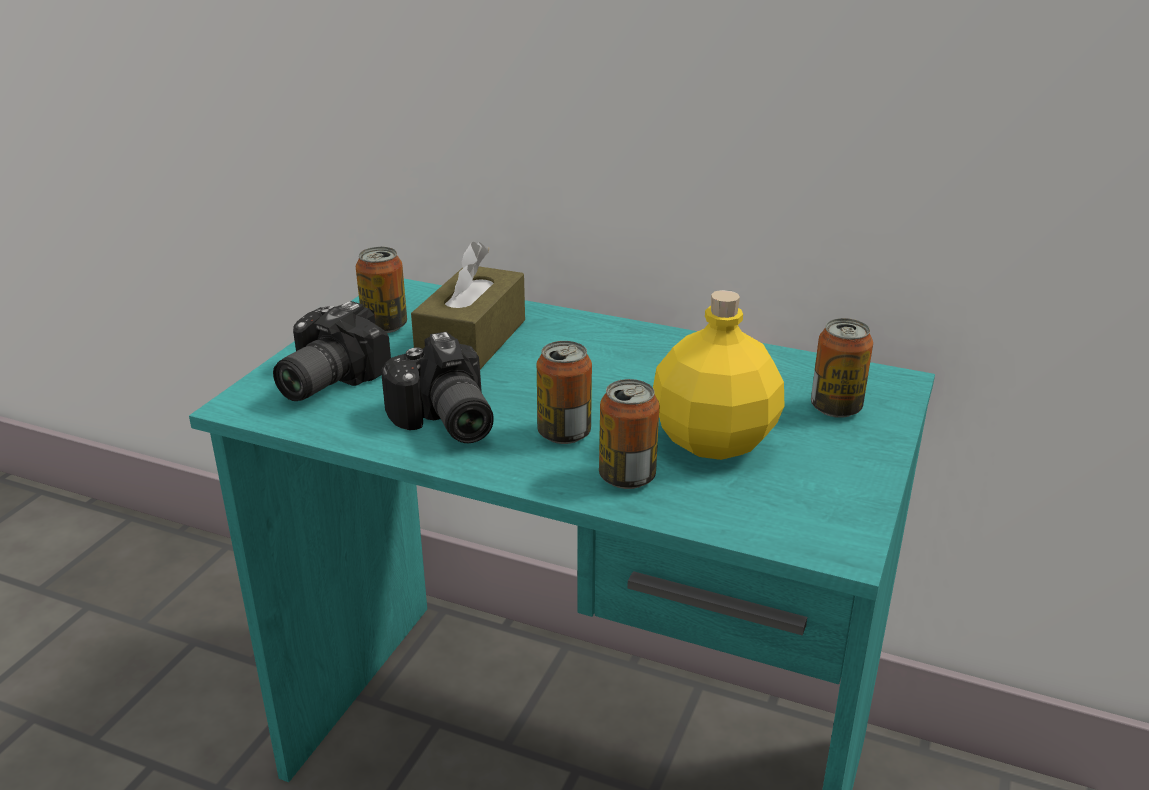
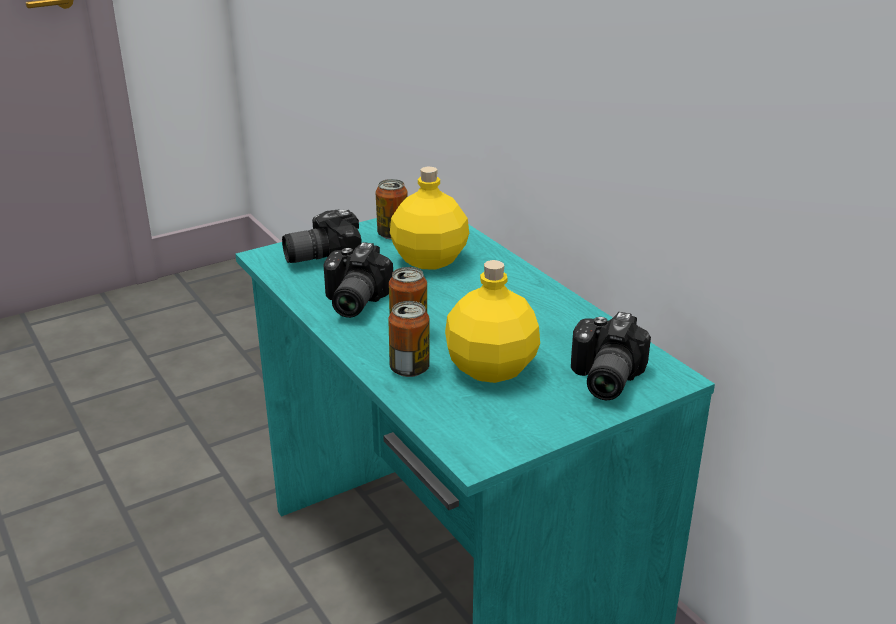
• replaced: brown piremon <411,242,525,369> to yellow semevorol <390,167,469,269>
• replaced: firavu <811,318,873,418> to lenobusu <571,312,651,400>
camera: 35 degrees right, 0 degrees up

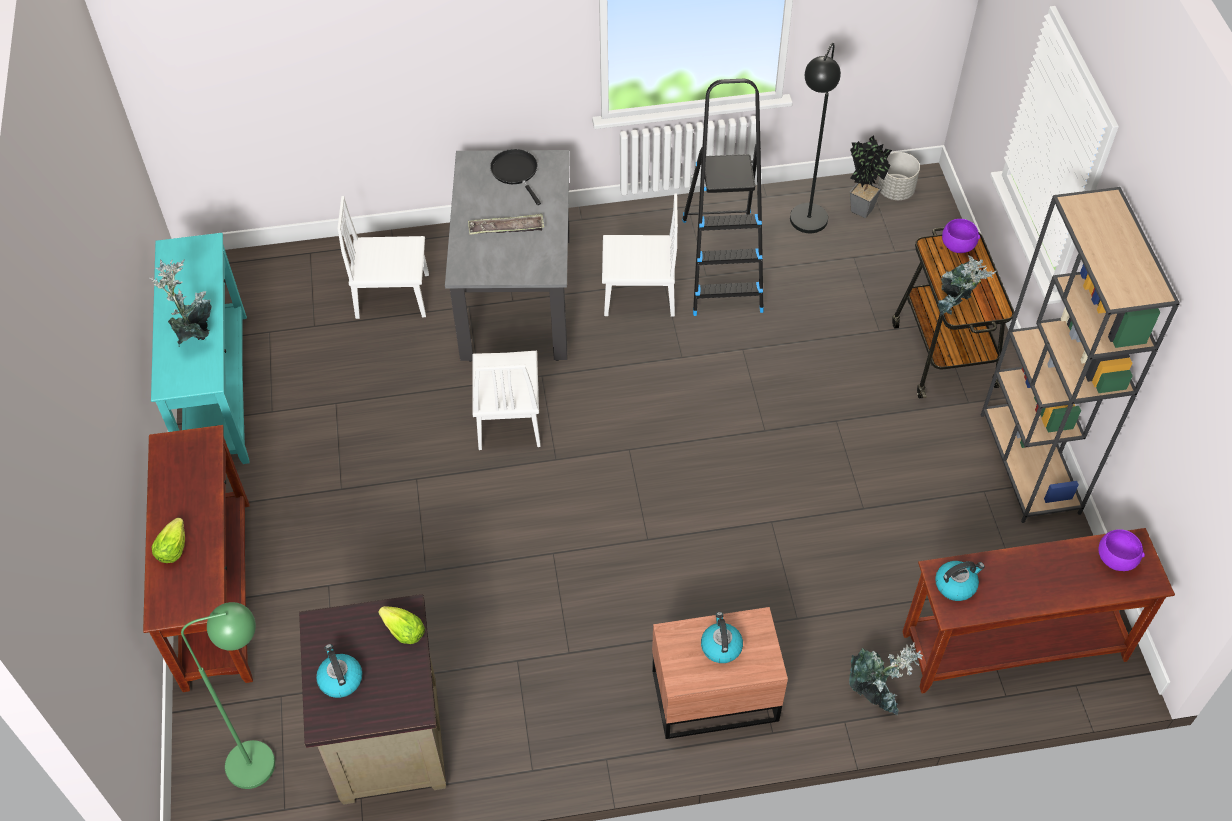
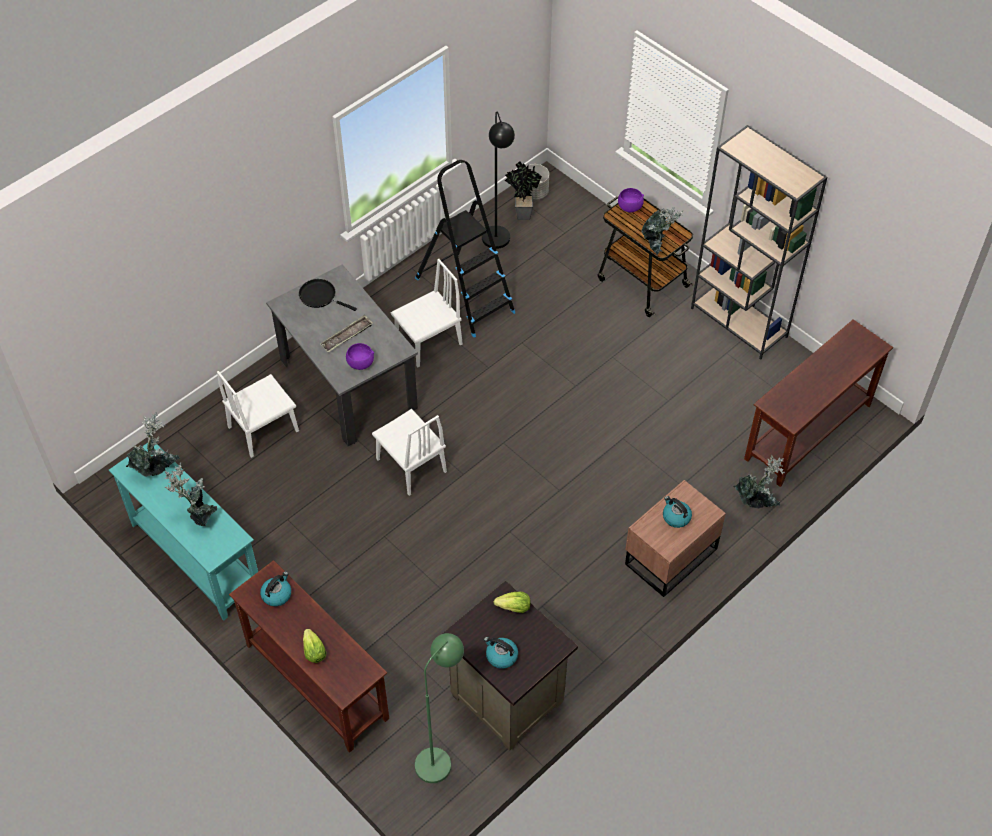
• added: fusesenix <126,412,179,477>
• moved: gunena <935,561,985,601> to <260,572,291,607>
• moved: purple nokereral <1098,529,1145,571> to <346,343,374,370>
camera: 35 degrees left, 0 degrees up

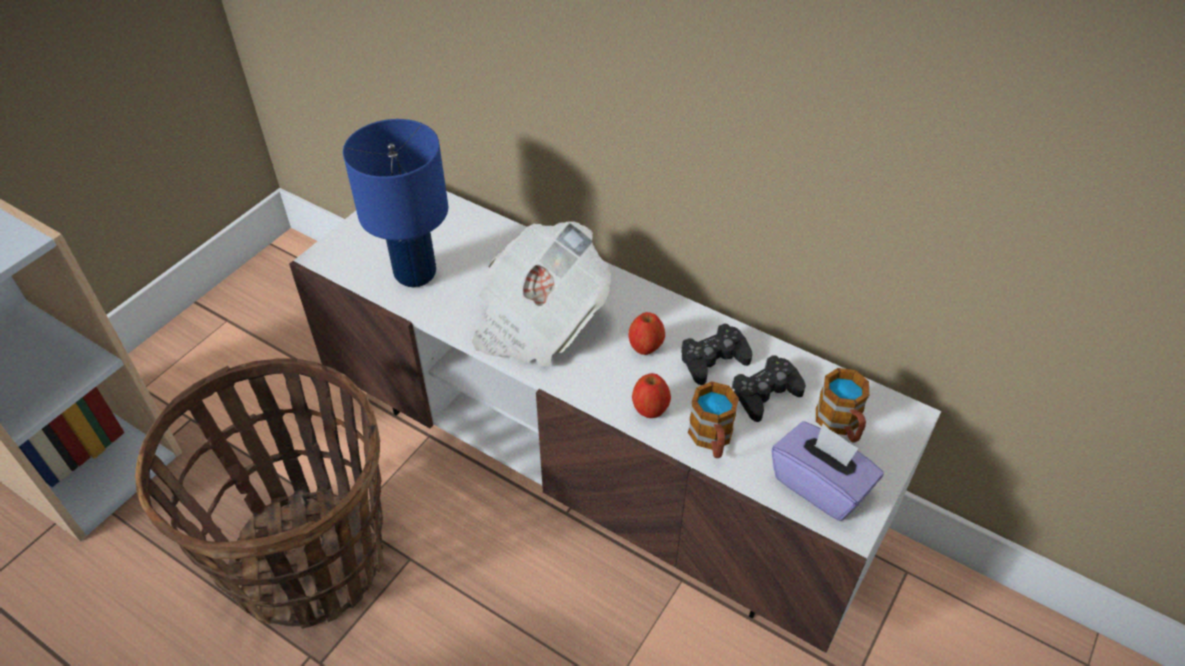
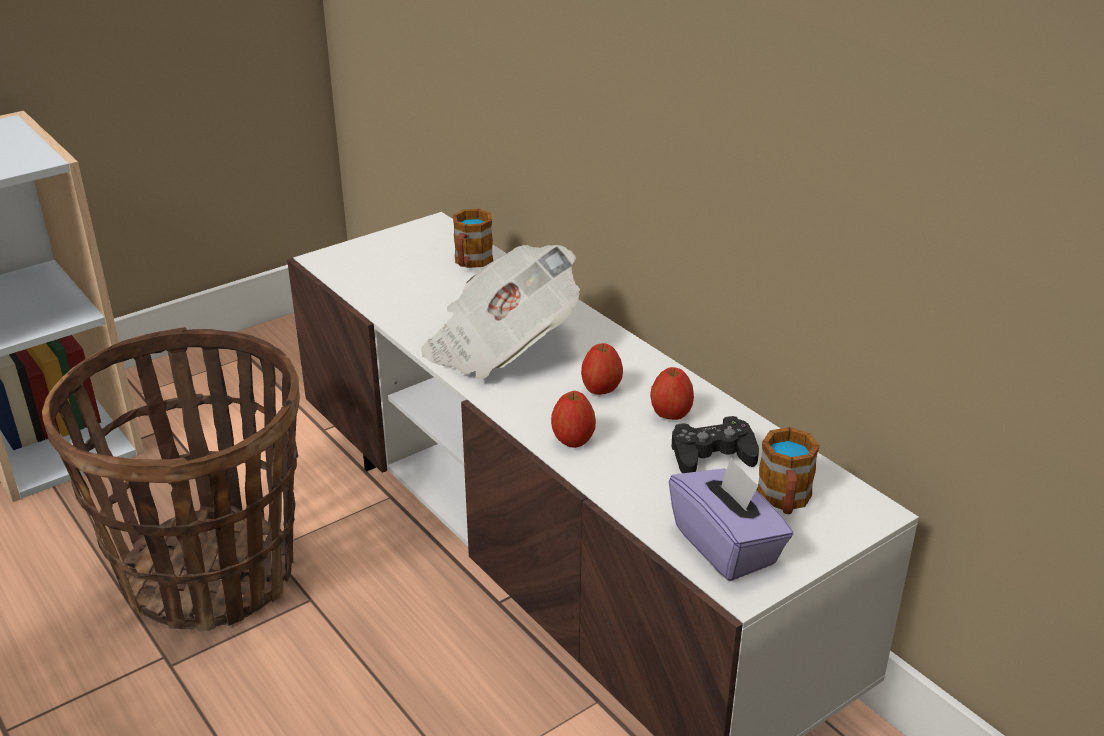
• moved: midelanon <688,381,739,458> to <453,209,493,268>
• replaced: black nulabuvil <681,323,752,385> to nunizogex <650,367,694,420>
• removed: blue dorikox <343,119,448,287>
camera: 20 degrees right, 15 degrees down

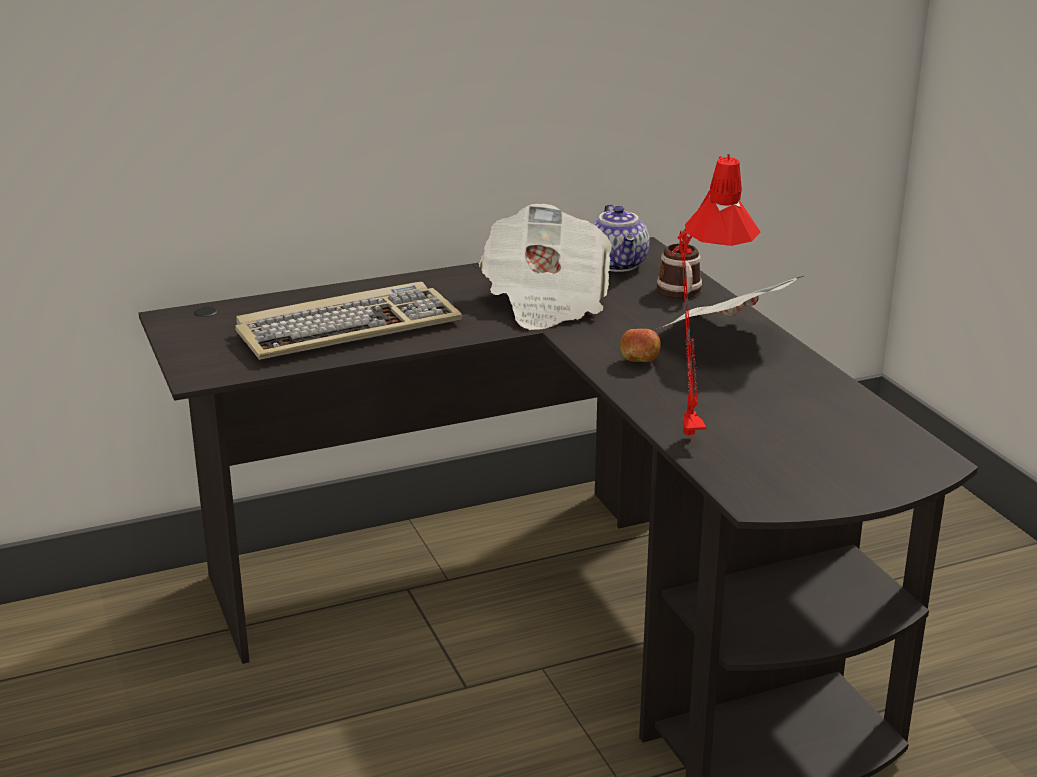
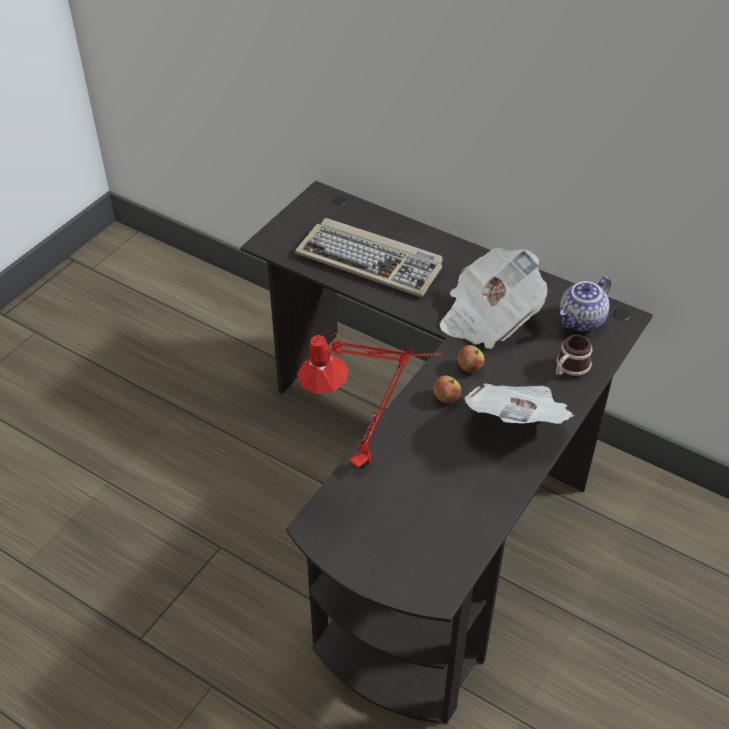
• added: nunizogex <458,345,484,373>
camera: 55 degrees right, 20 degrees up

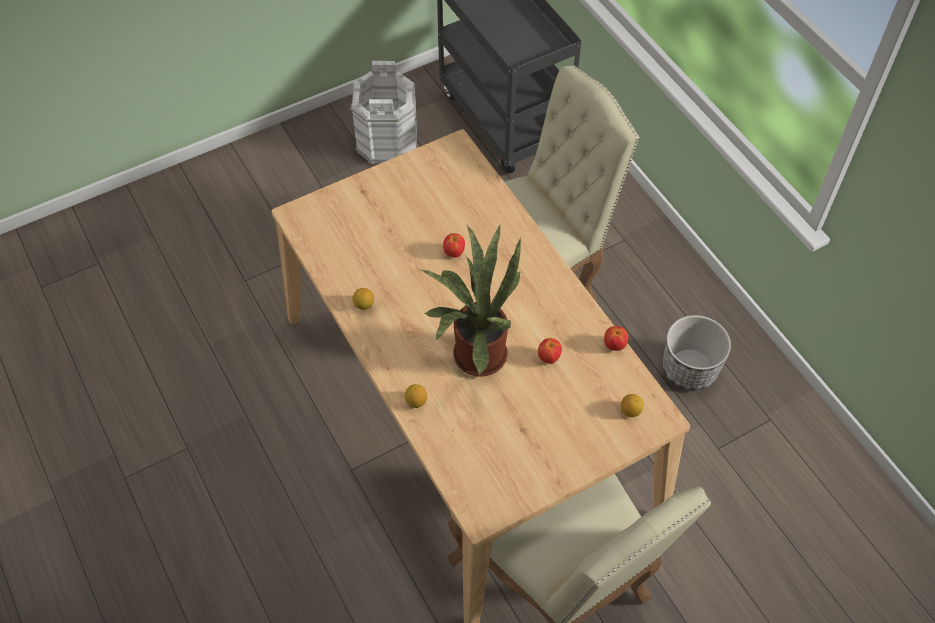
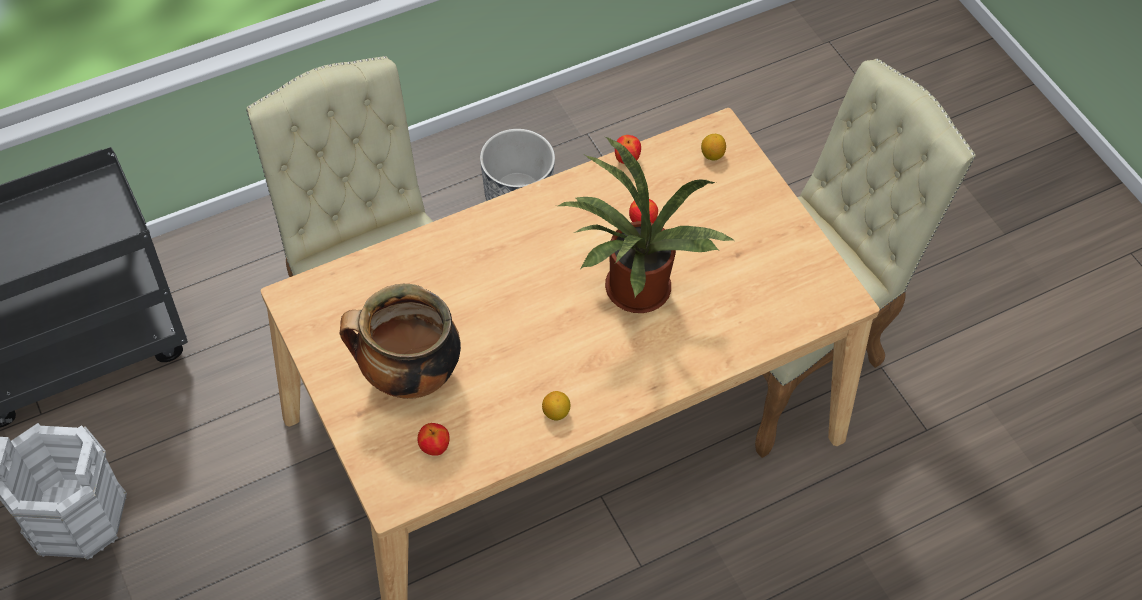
• added: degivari <340,284,461,399>
• moved: nunizogex <443,233,465,257> to <418,423,450,456>
• removed: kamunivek <405,384,427,408>
camera: 90 degrees left, 0 degrees up

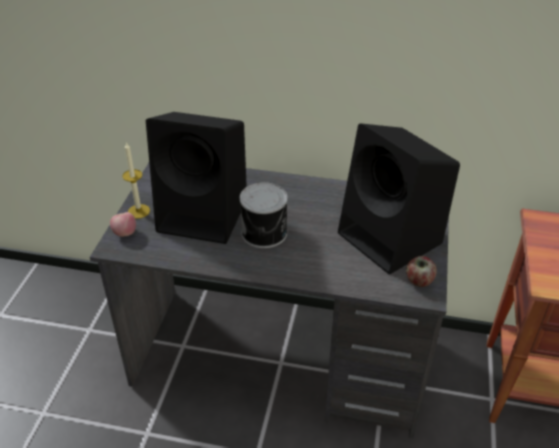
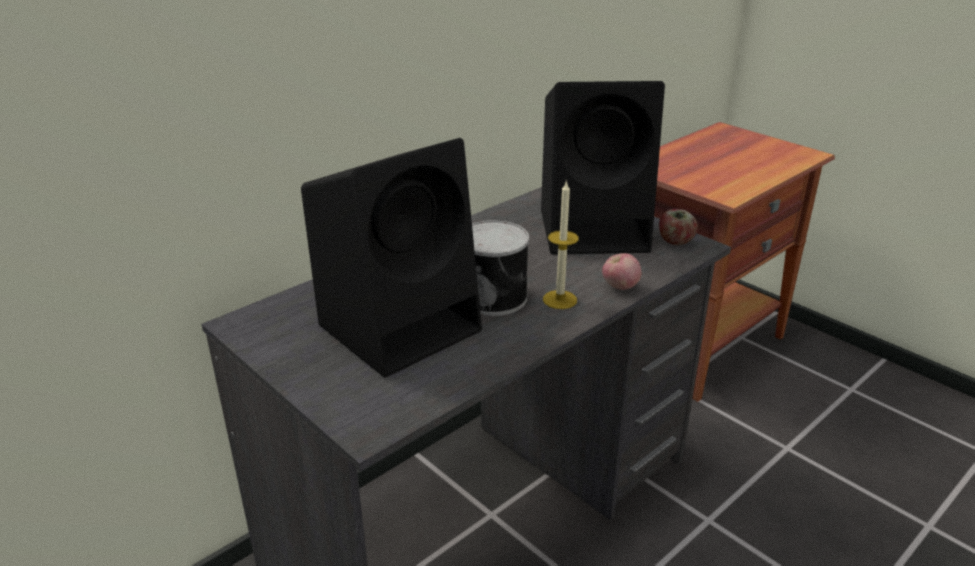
• moved: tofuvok <122,142,150,219> to <543,180,579,309>
• moved: nunizogex <110,212,136,237> to <602,253,641,290>
camera: 55 degrees left, 10 degrees down

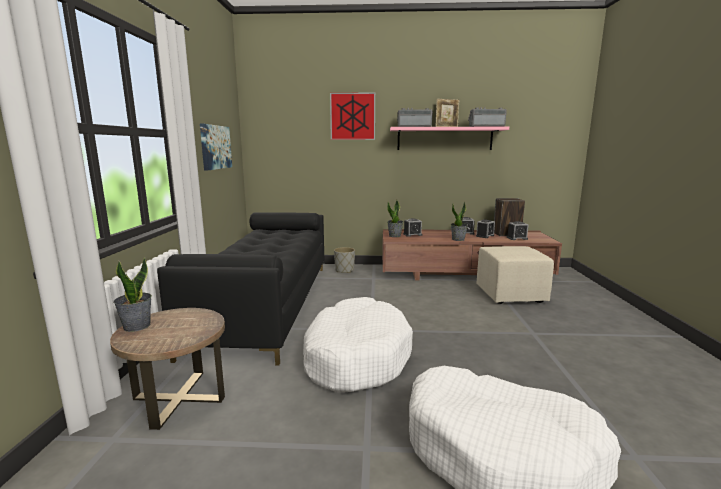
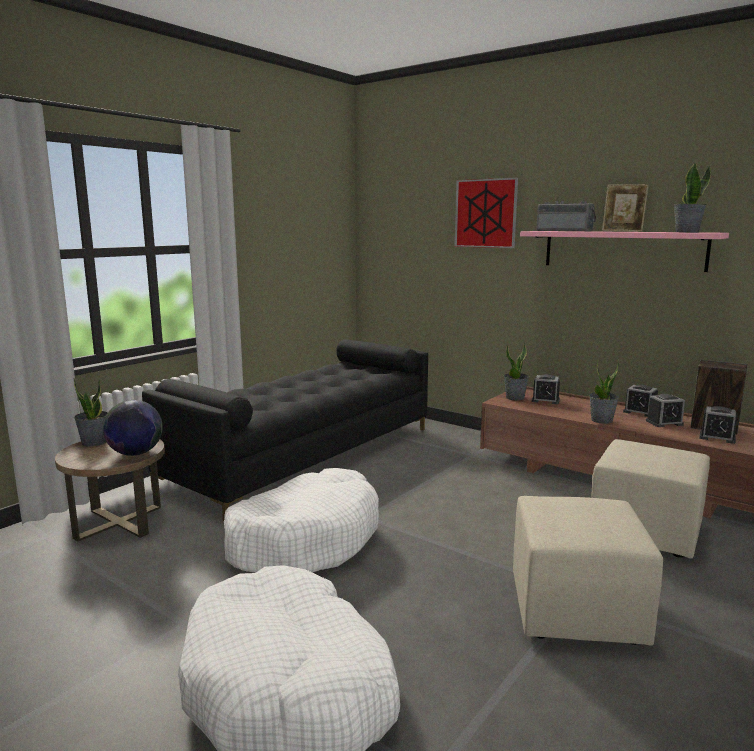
• added: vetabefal <103,400,163,456>
• added: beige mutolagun <513,496,663,646>
• replaced: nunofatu <468,107,507,127> to fusesenix <674,162,711,232>
• removed: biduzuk <200,124,232,170>
• removed: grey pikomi <334,247,355,273>
camera: 35 degrees right, 0 degrees up

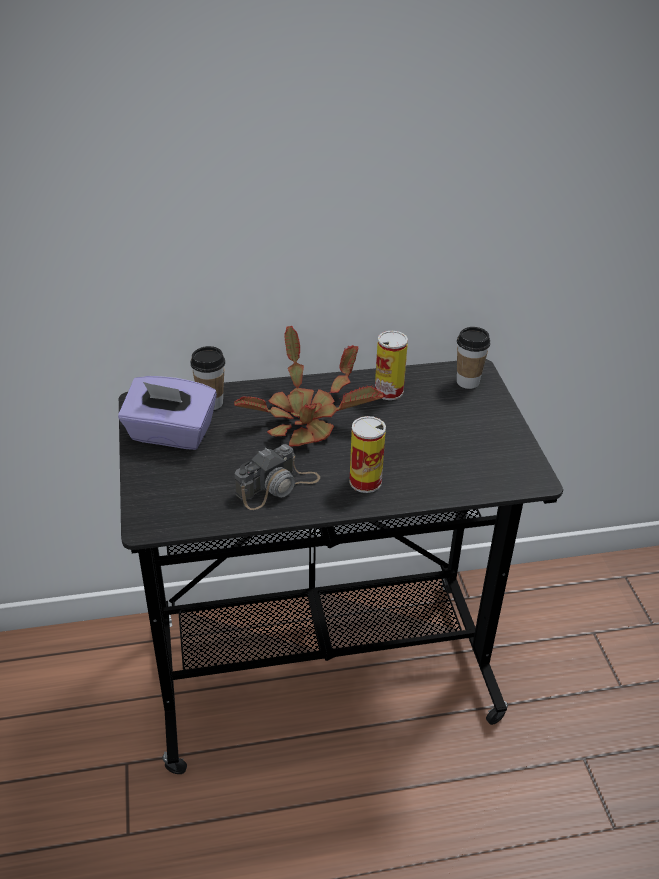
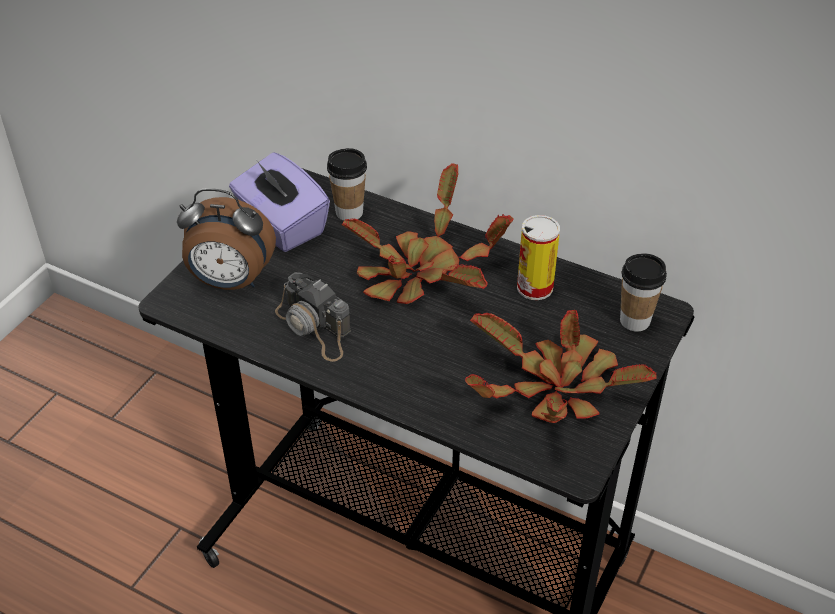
• added: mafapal <177,188,276,290>
• turned: lenobusu <235,444,320,510> = <275,272,351,362> 45 degrees clockwise
• added: fusesenix <465,310,657,423>
• removed: firavu <349,416,386,493>
camera: 40 degrees right, 5 degrees up

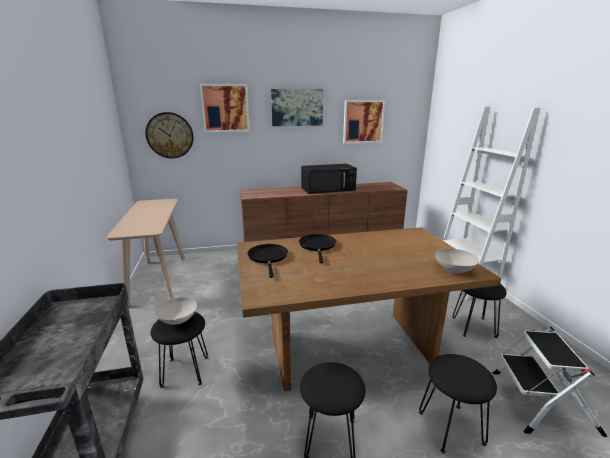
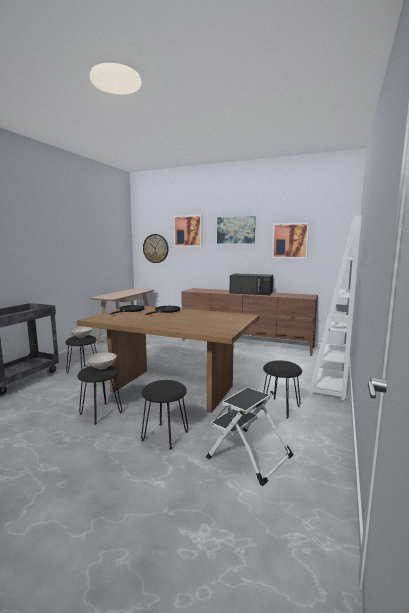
• moved: white nokereral <435,249,479,274> to <86,352,117,370>
camera: 35 degrees right, 10 degrees down

